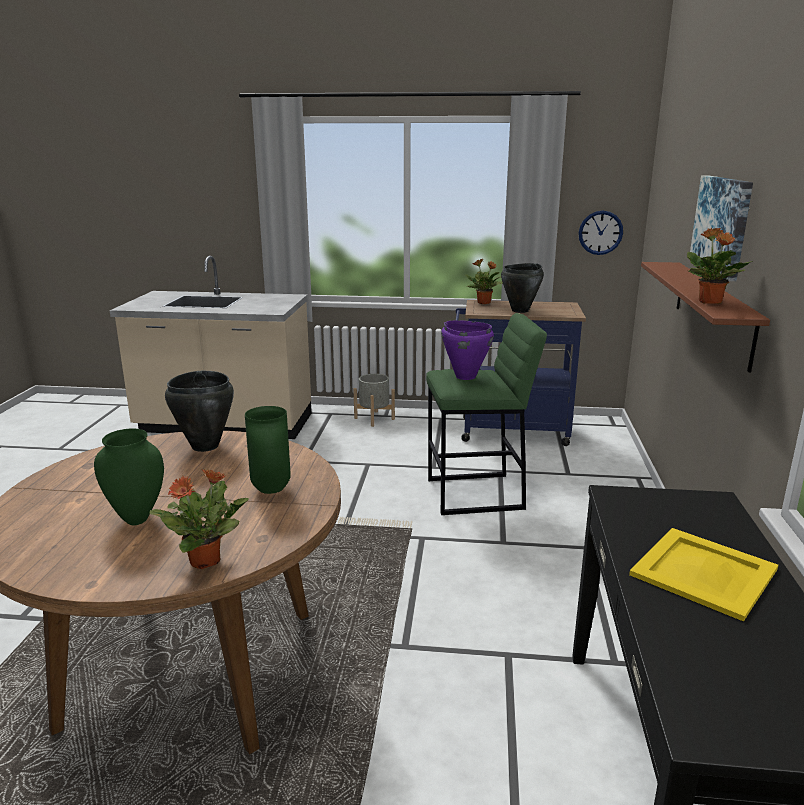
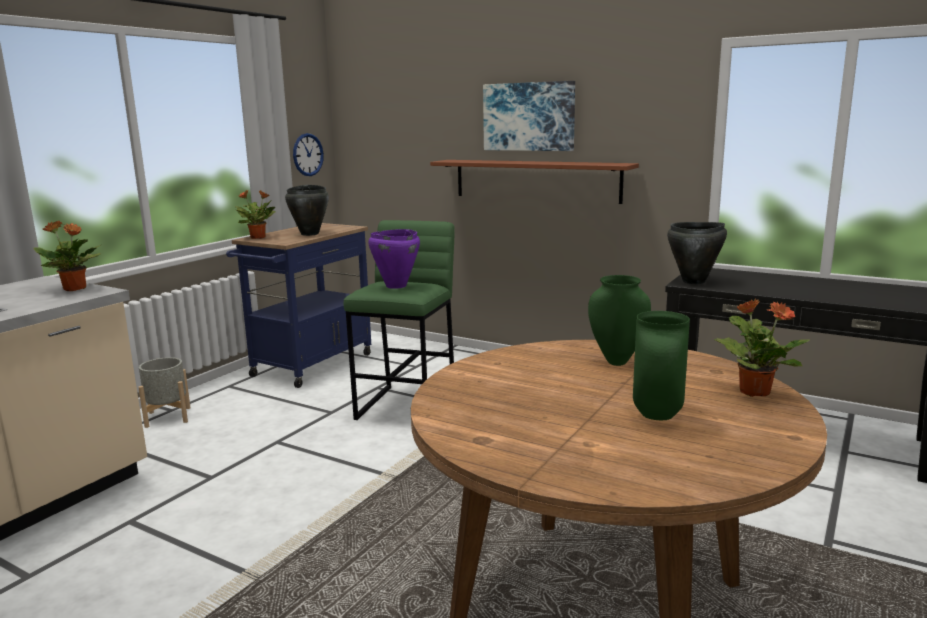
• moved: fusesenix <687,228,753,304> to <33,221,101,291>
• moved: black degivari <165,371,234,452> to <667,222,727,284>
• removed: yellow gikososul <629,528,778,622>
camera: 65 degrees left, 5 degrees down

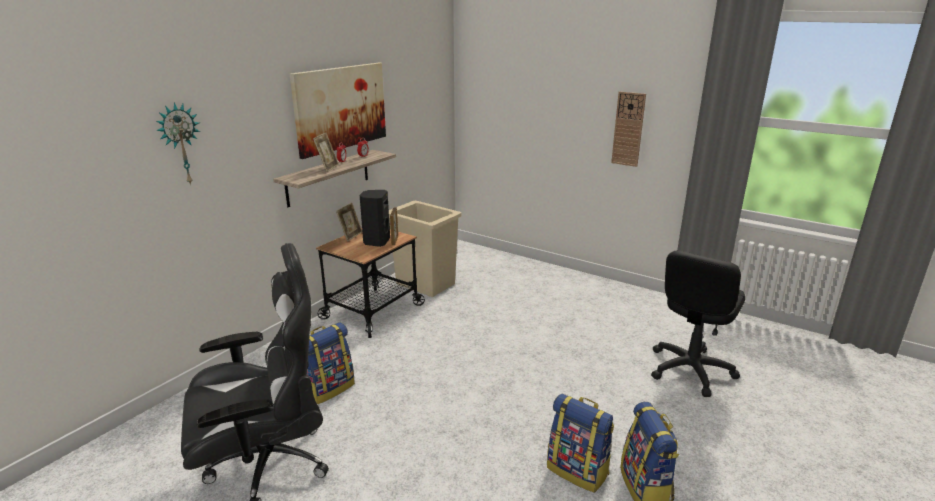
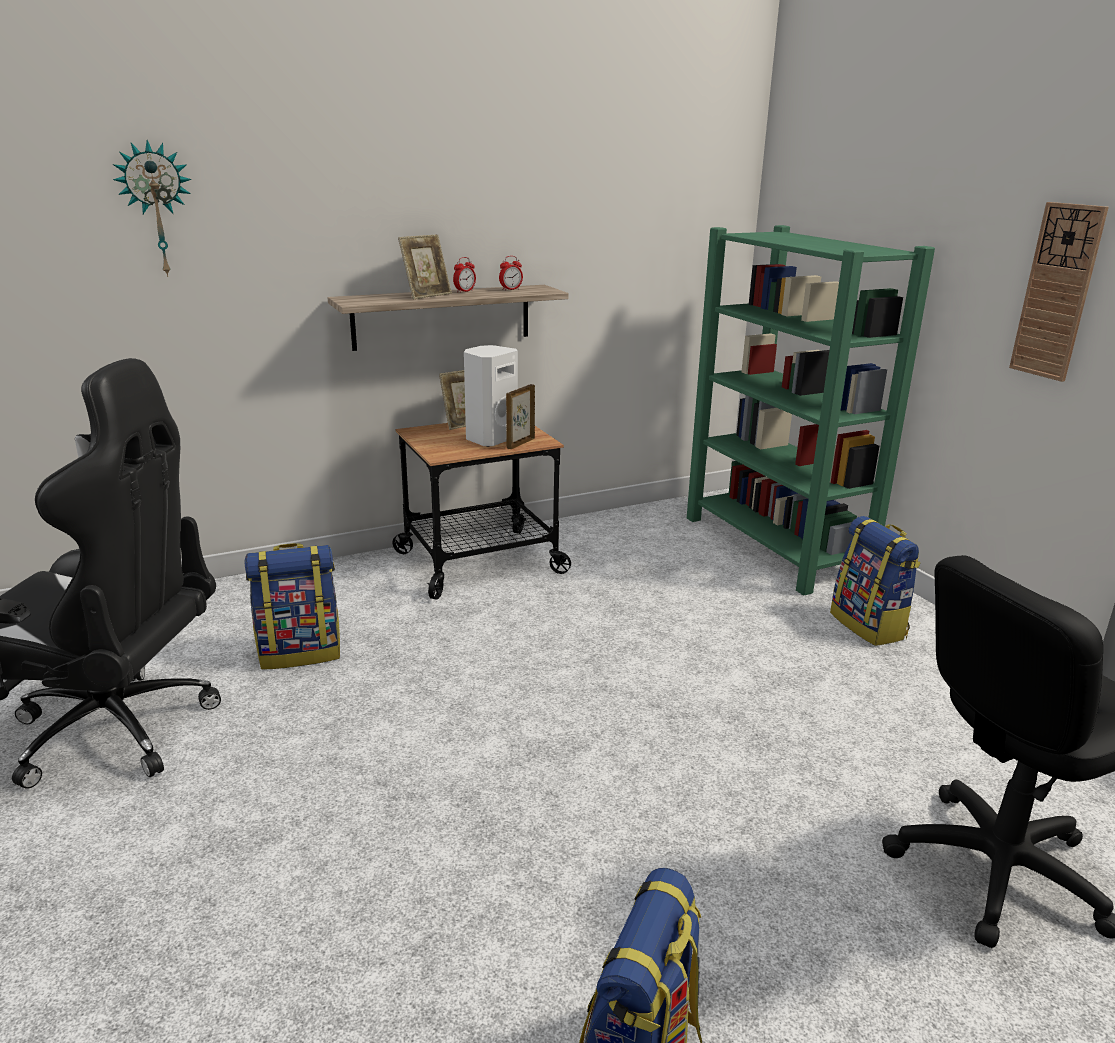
• recoloured: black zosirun <360,190,390,247> to white zosirun <464,345,518,447>
• added: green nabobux <687,225,935,596>
• moved: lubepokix <547,393,614,493> to <830,516,921,646>
• removed: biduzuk <290,63,386,159>
• removed: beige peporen <389,201,461,297>
camera: 30 degrees right, 0 degrees up

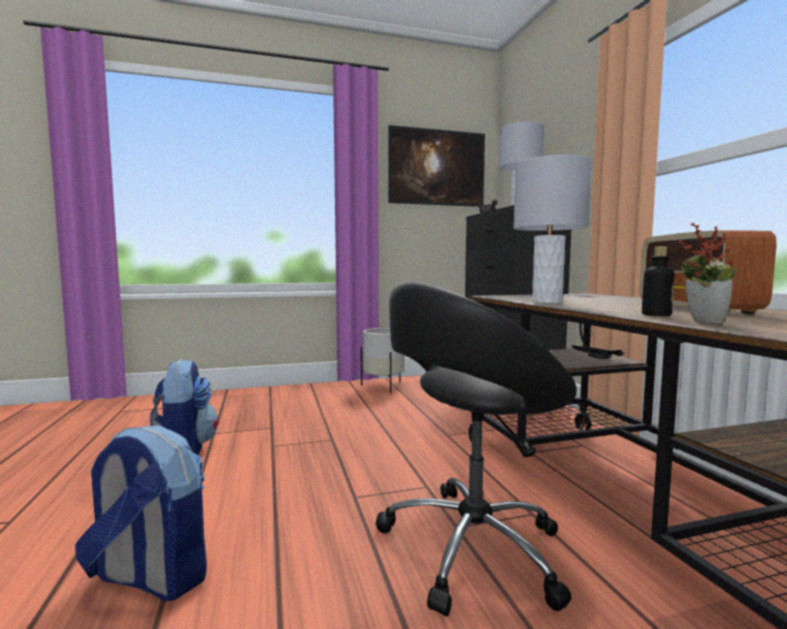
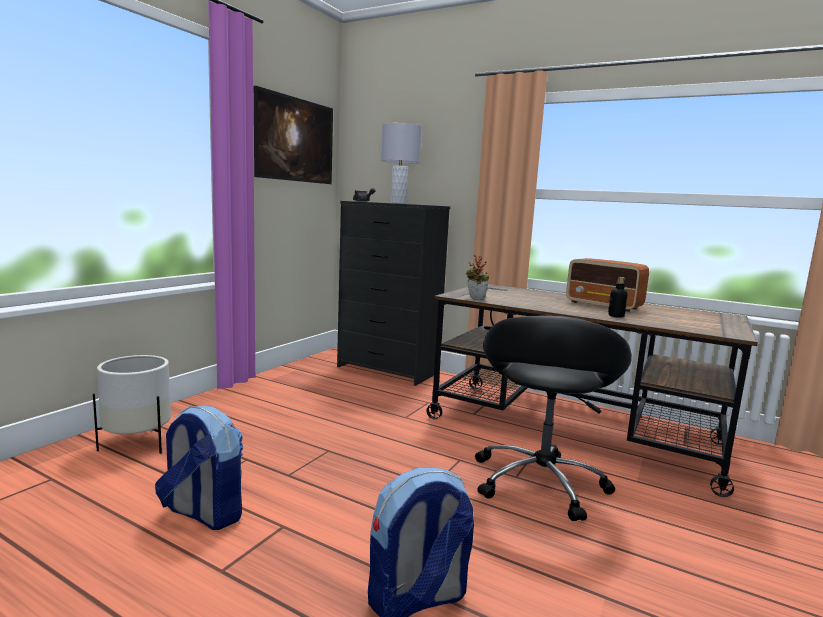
• moved: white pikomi <361,328,405,393> to <93,355,171,454>
• moved: fusesenix <679,223,737,324> to <466,255,489,300>
• removed: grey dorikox <514,155,592,303>
camera: 45 degrees left, 5 degrees up

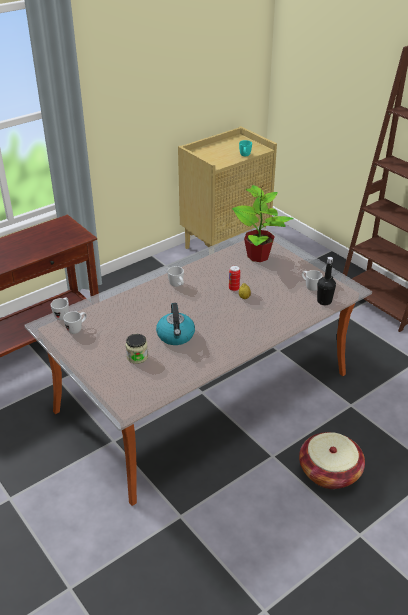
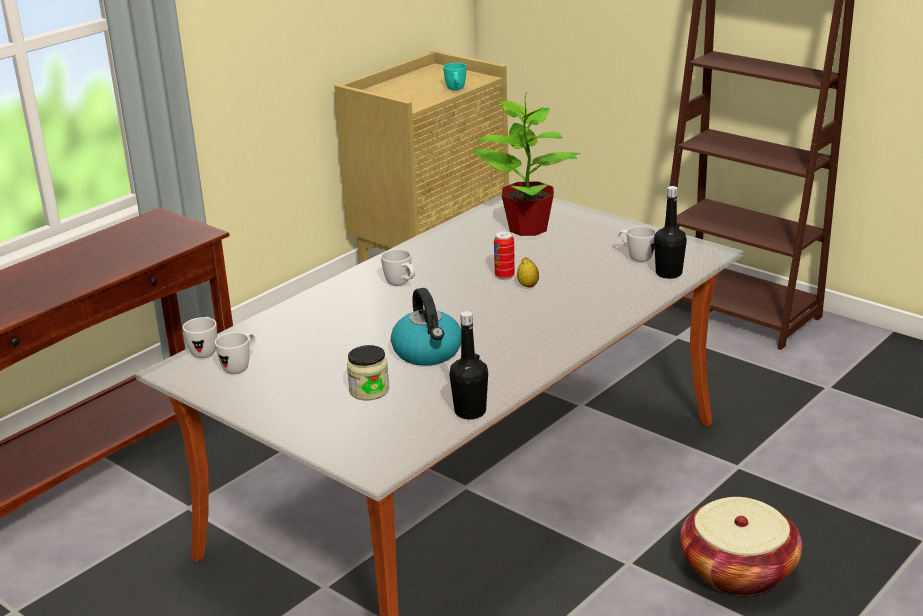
• added: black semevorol <449,311,488,419>
camera: 10 degrees left, 10 degrees down

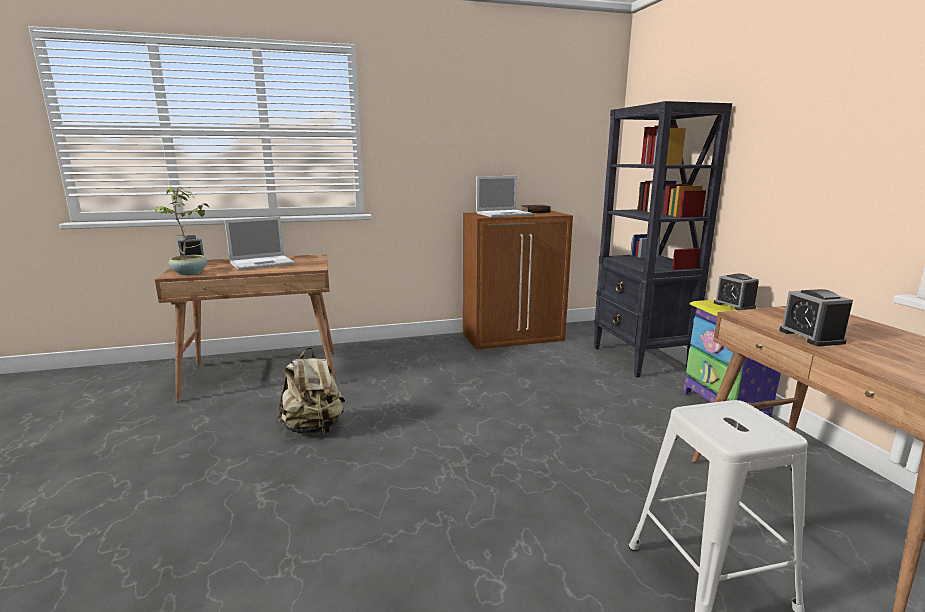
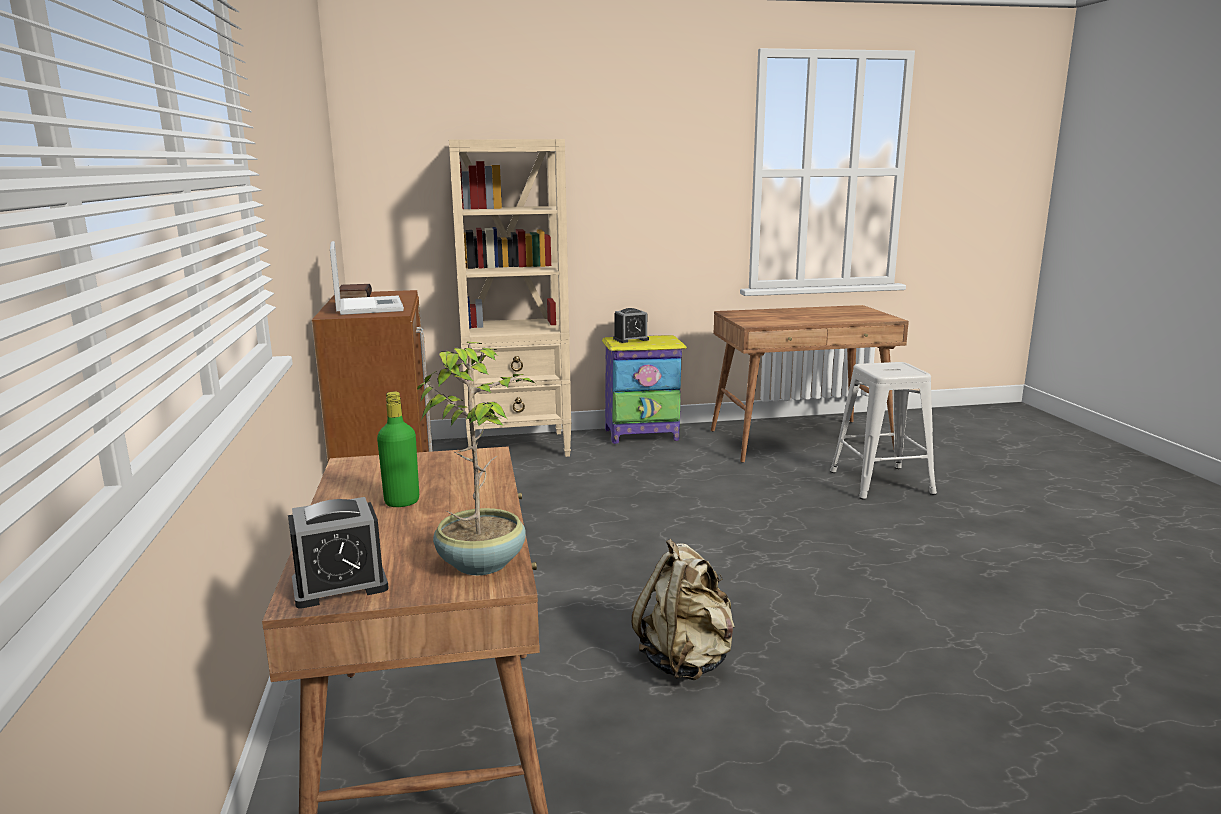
• replaced: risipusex <225,217,295,270> to green semevorol <377,392,419,507>
• recoloured: black nabobux <594,101,732,378> to beige nabobux <449,139,571,457>
• removed: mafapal <779,289,853,346>
camera: 85 degrees left, 0 degrees up

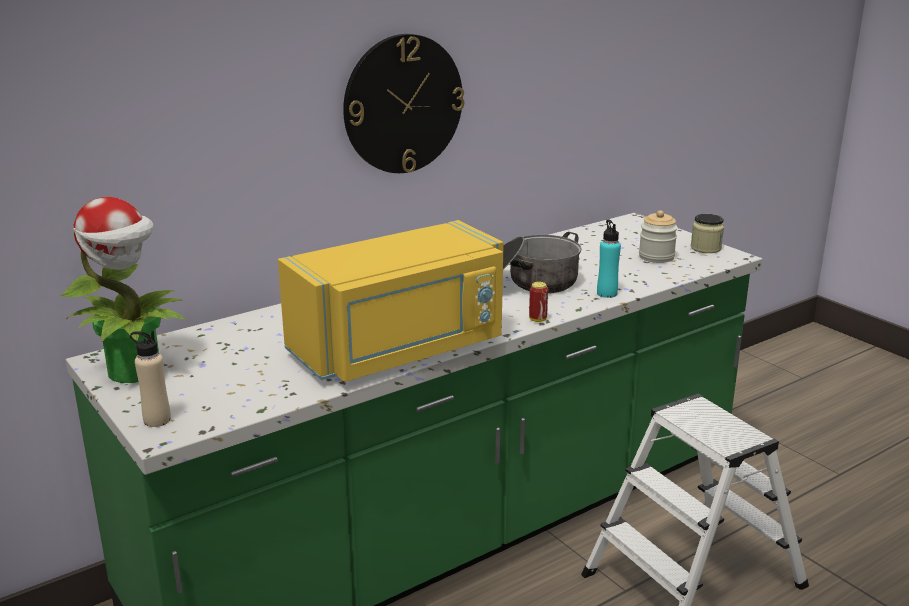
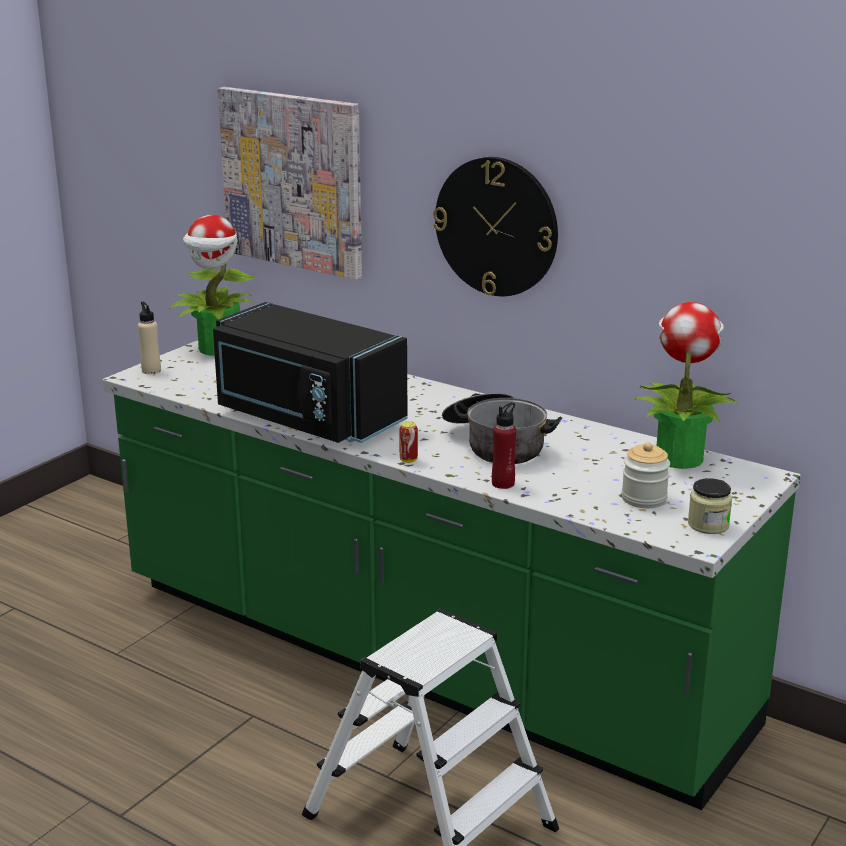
• recoloured: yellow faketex <278,220,504,381> to black faketex <213,302,408,443>
• added: biduzuk <218,87,362,280>
• recoloured: turquoise semevorol <597,219,621,298> to red semevorol <492,402,516,489>
• added: fusesenix <635,302,737,469>
camera: 70 degrees right, 0 degrees up

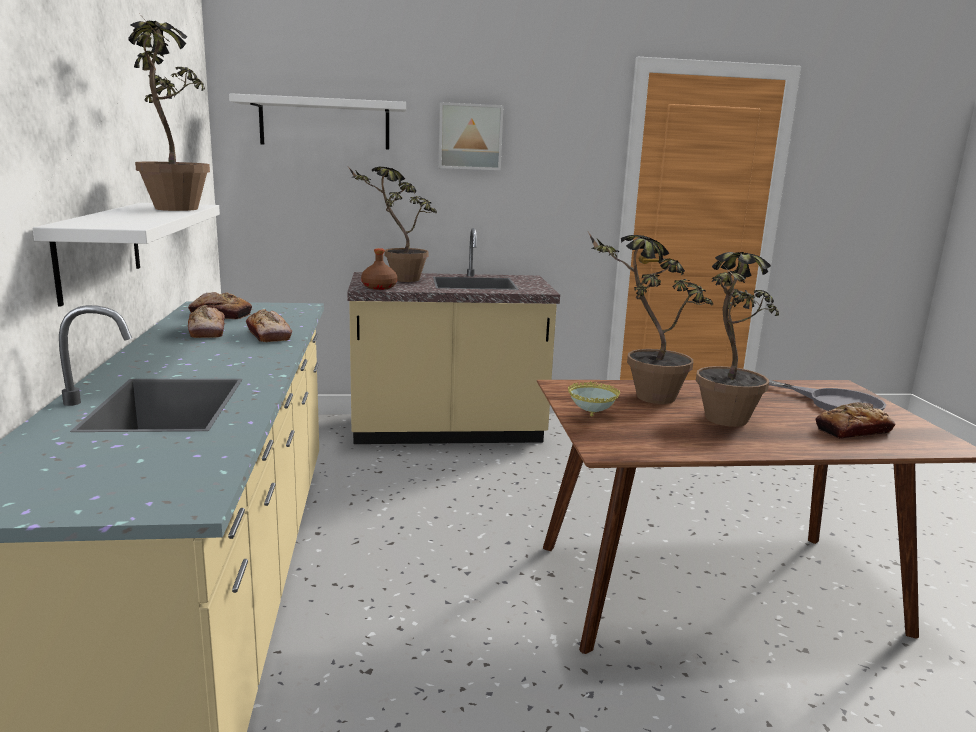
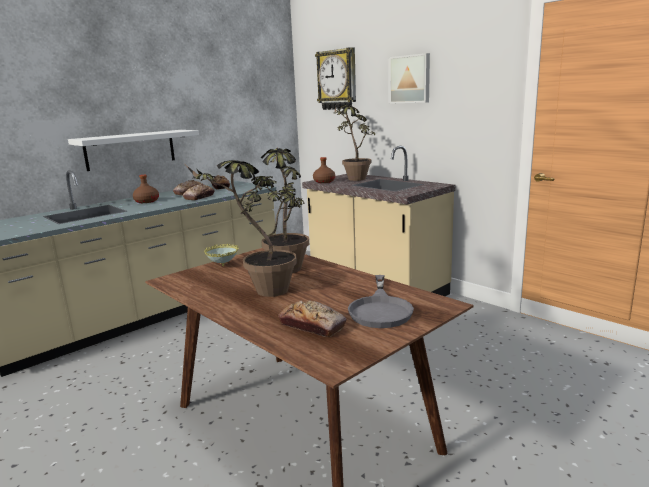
• added: brown semevorol <133,175,159,203>
• replaced: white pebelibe <229,93,406,149> to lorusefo <315,47,356,110>
• removed: fusesenix <129,12,210,211>
camera: 55 degrees right, 0 degrees up

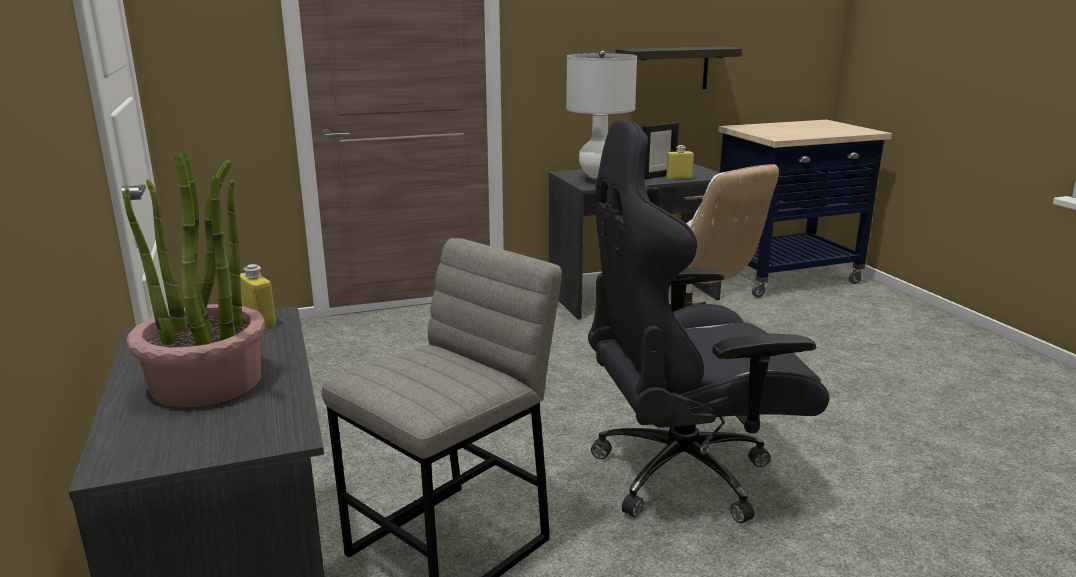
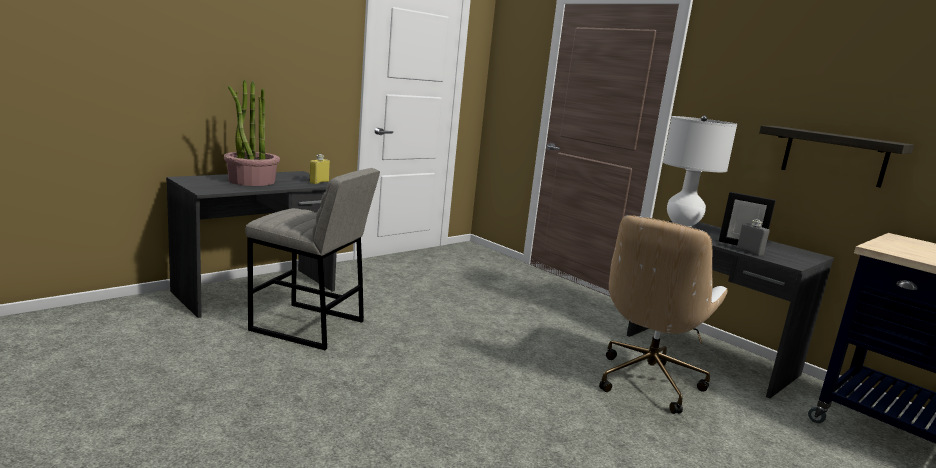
• recoloured: yellow semevorol <666,145,694,180> to grey semevorol <737,219,770,256>
• removed: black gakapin <588,119,830,523>
camera: 65 degrees right, 5 degrees down

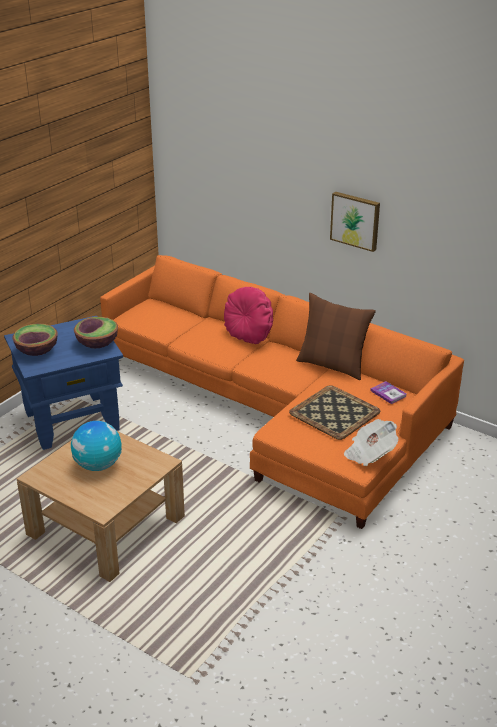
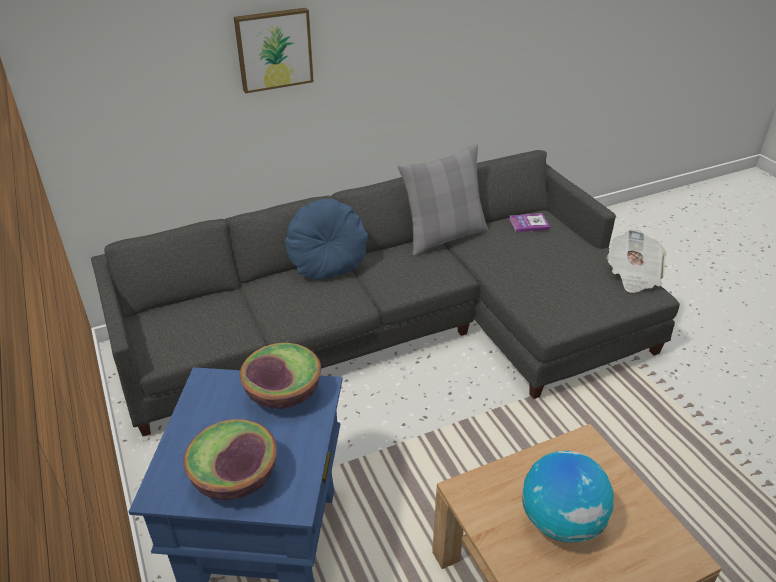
• recoloured: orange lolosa <100,255,464,529> to grey lolosa <91,150,680,436>
• moved: biduzuk <330,191,380,252> to <234,8,314,93>
• recoloured: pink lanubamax <224,287,273,344> to blue lanubamax <285,199,368,280>
• recoloured: brown lanubamax <296,293,376,380> to grey lanubamax <398,144,489,256>
• removed: gikososul <289,385,380,440>
camera: 60 degrees left, 5 degrees up

